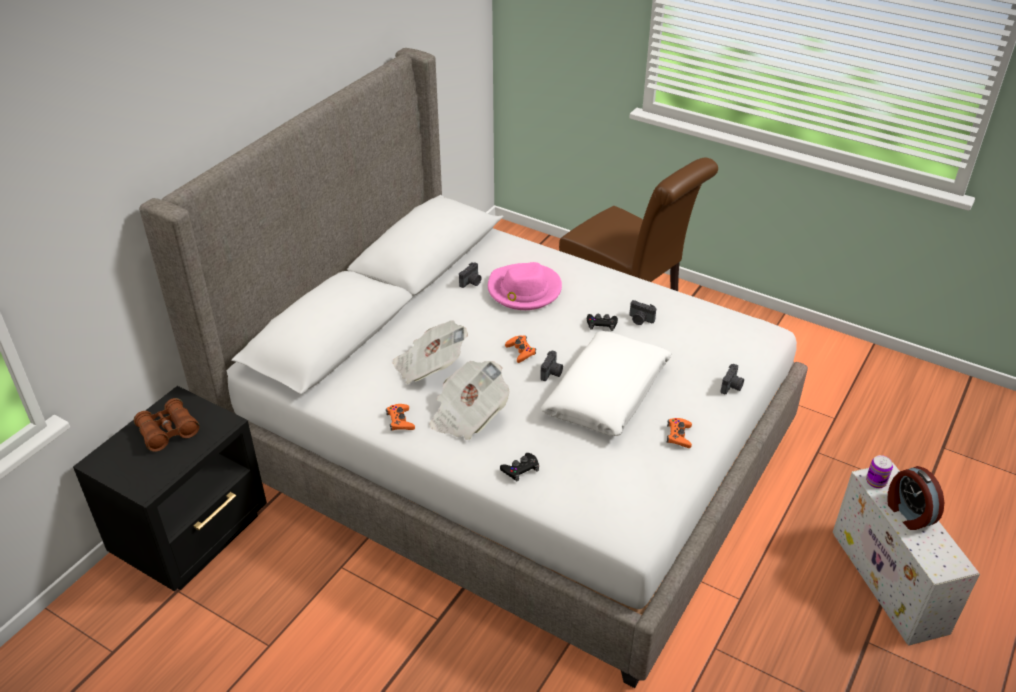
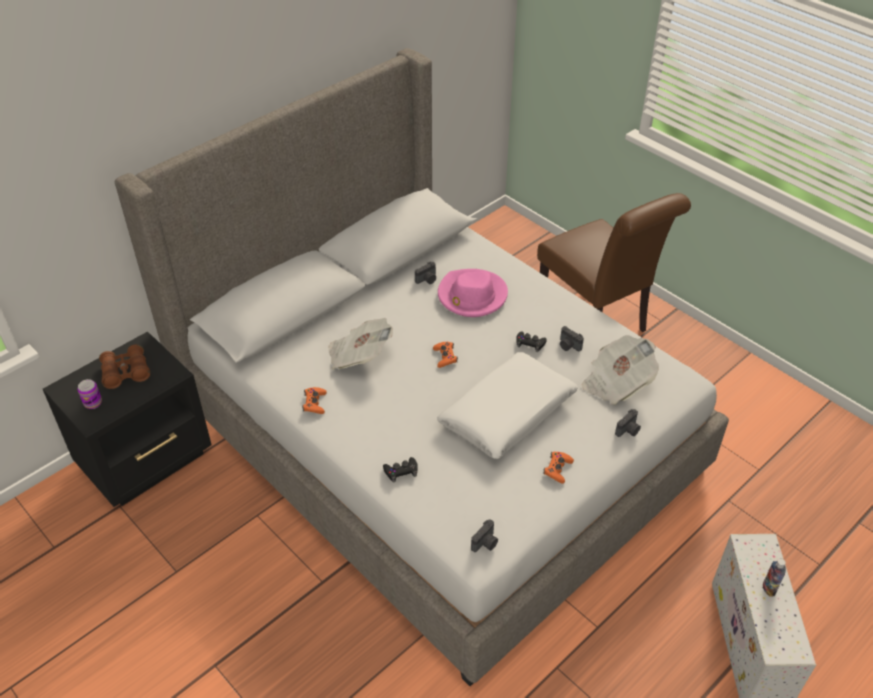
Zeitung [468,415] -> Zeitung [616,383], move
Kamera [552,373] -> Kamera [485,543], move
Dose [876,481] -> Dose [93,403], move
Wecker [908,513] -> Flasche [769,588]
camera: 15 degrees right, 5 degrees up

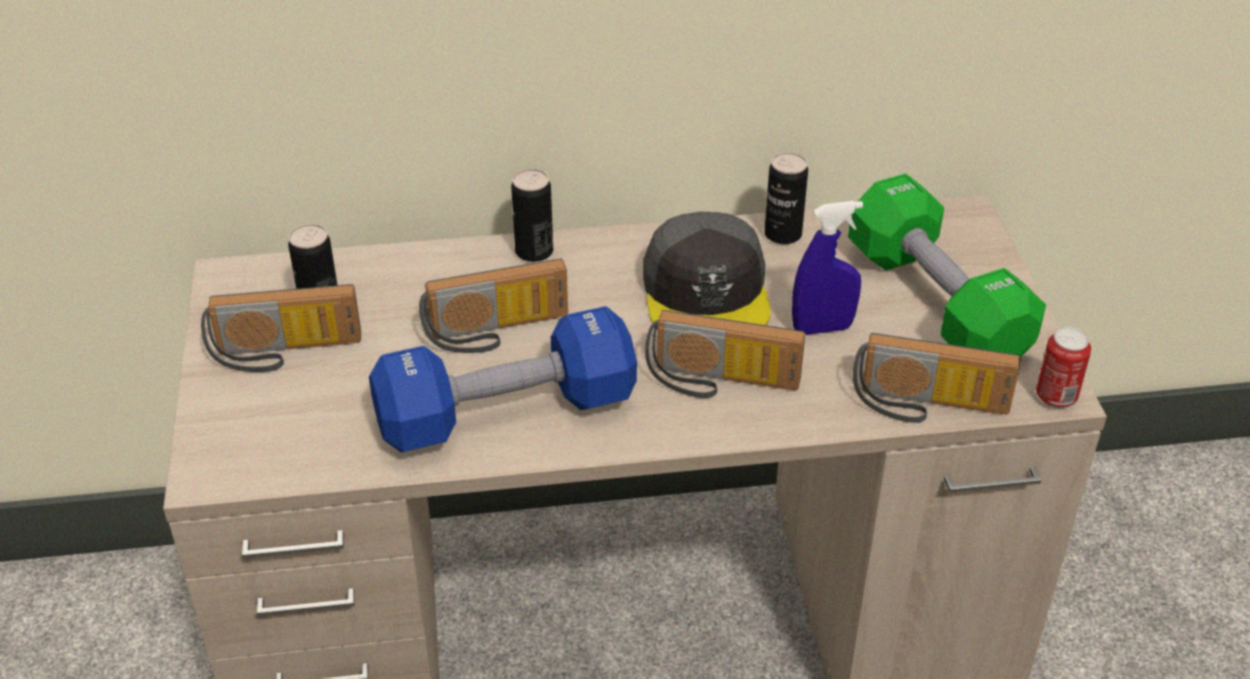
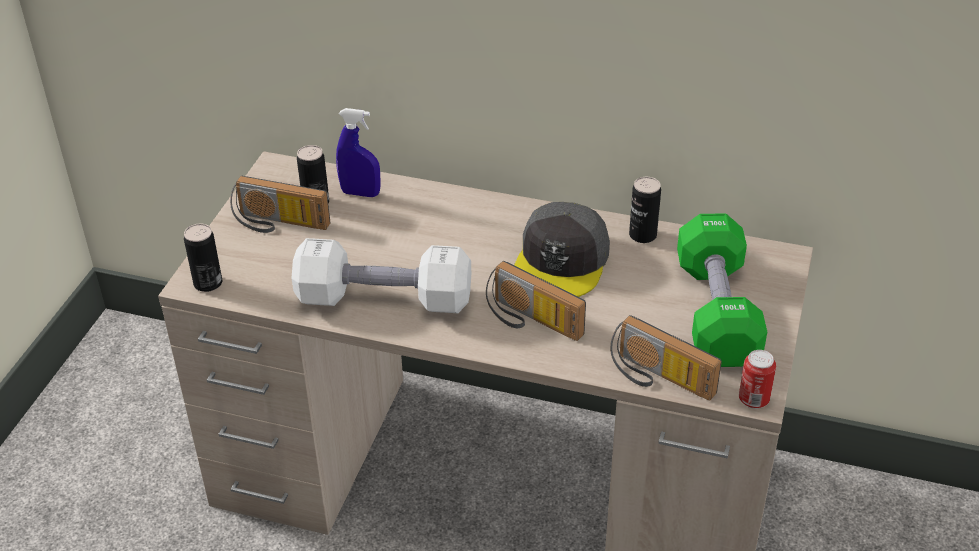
Radio [497,332] -> none
Dose [534,251] -> Dose [208,283], move
Sprühflasche/blau [822,328] -> Sprühflasche/blau [360,193], move
Hantel/blau [506,413] -> Hantel/weiß [384,299]
camera: 25 degrees right, 0 degrees up

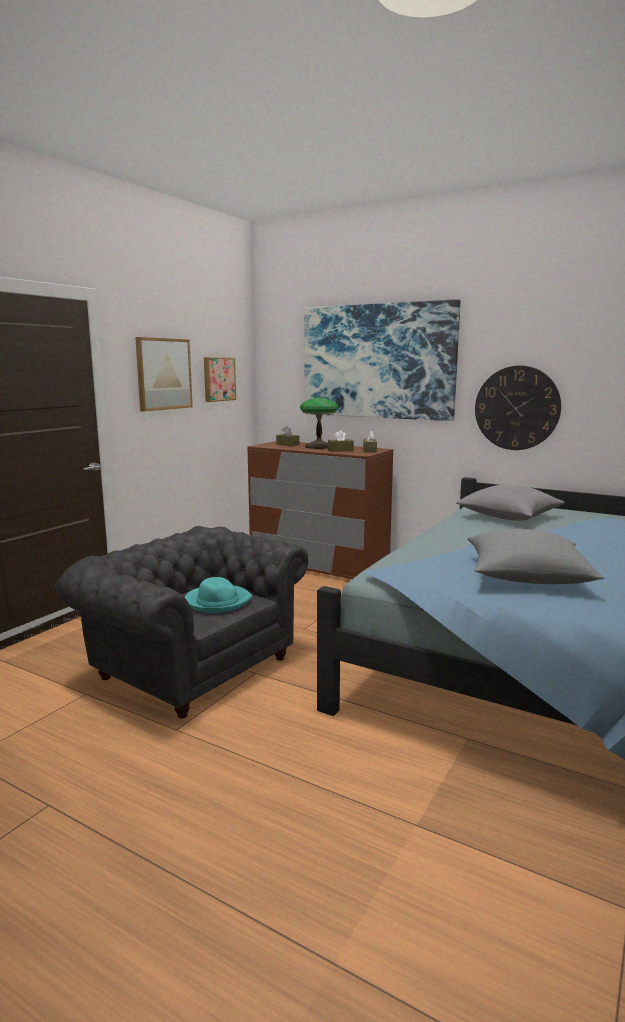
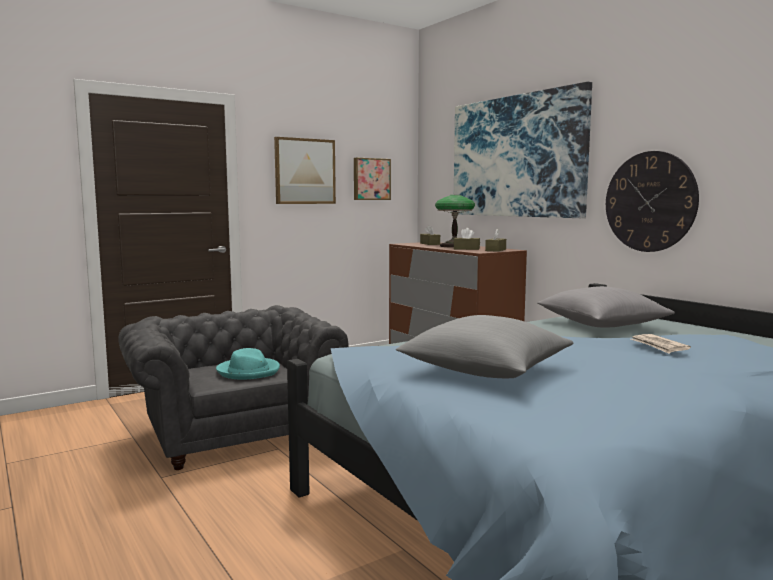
none -> Zeitung [659,346]
camera: 25 degrees right, 5 degrees down

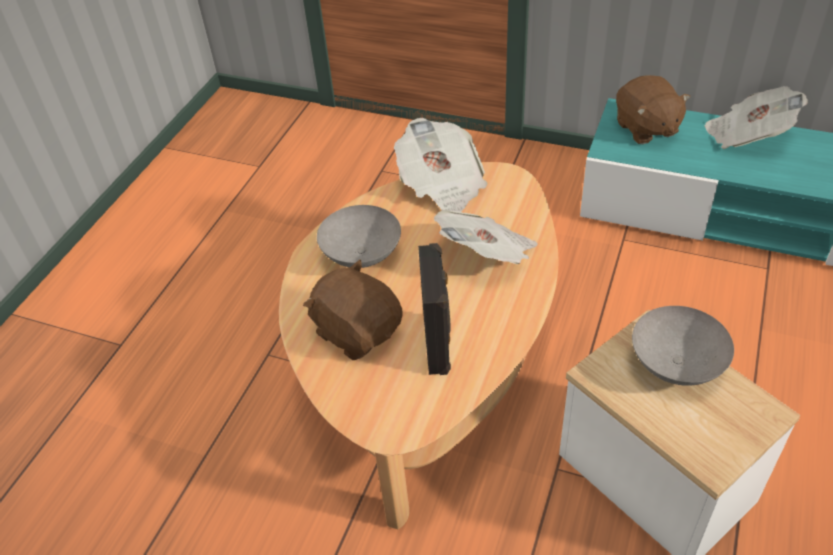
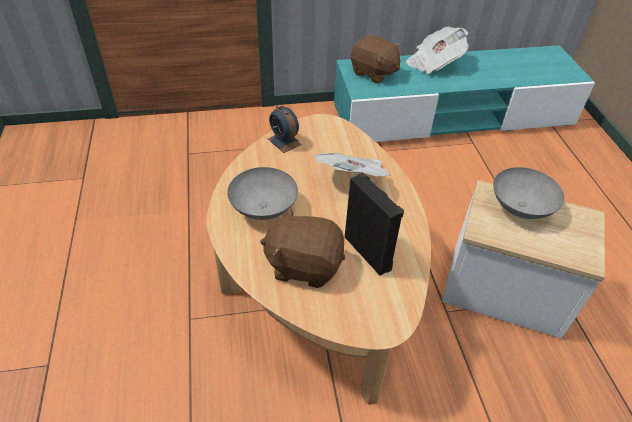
Zeitung [442,185] -> Wecker [284,141]
camera: 35 degrees left, 0 degrees up

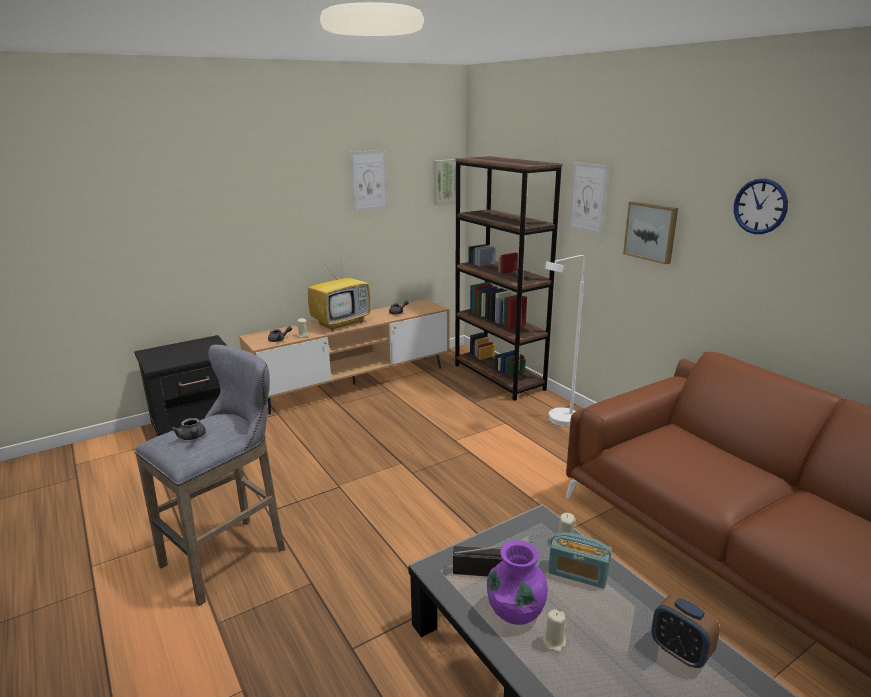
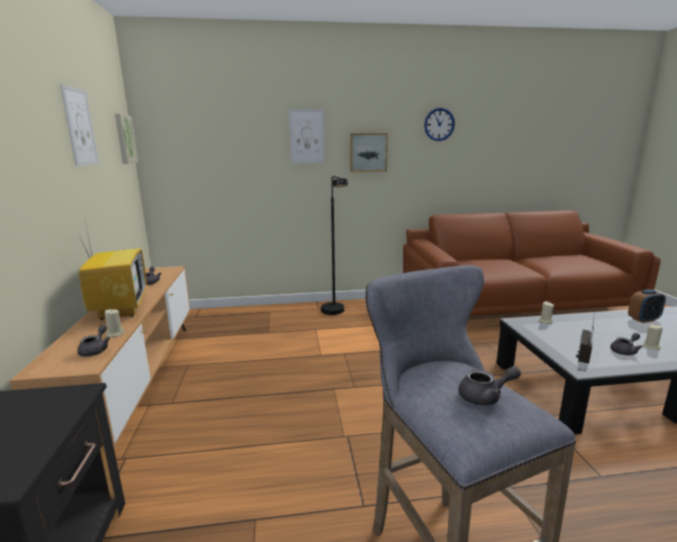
Bücherregal/braun [499,377] -> none
Radio [578,573] -> none
Vase/lila [515,611] -> Teekanne/grau [625,351]
Stehlampe/weiß [558,422] -> Stehlampe/schwarz [335,312]
camera: 65 degrees left, 5 degrees down

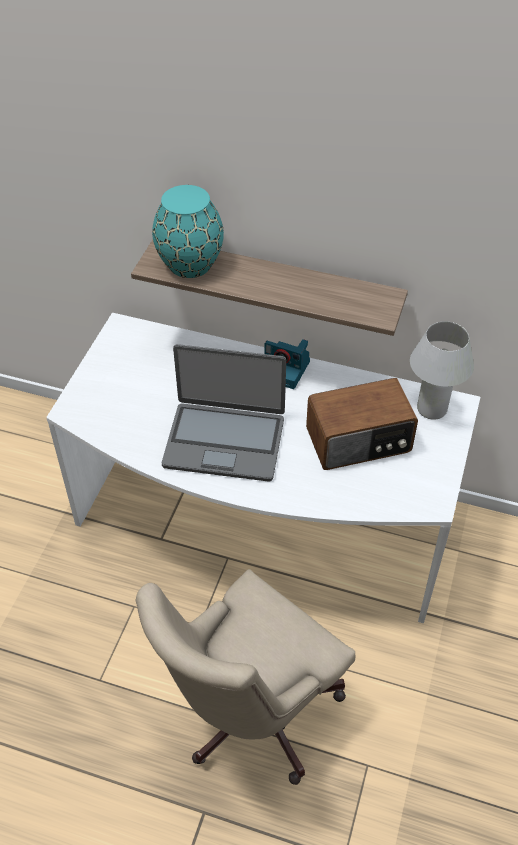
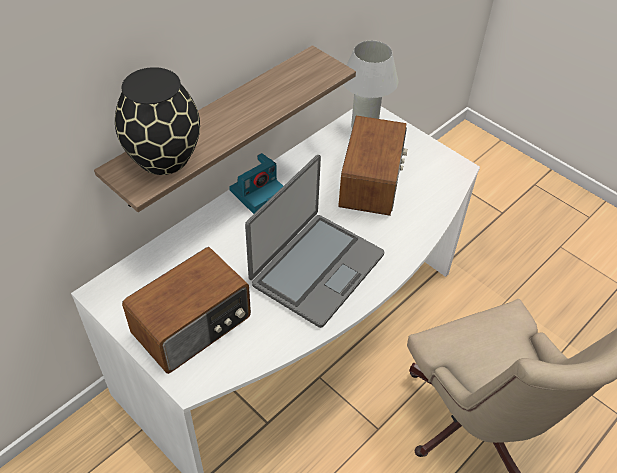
none -> Radio [193,326]
Vase/türkis [191,264] -> Vase/schwarz [164,157]
camera: 65 degrees left, 0 degrees up

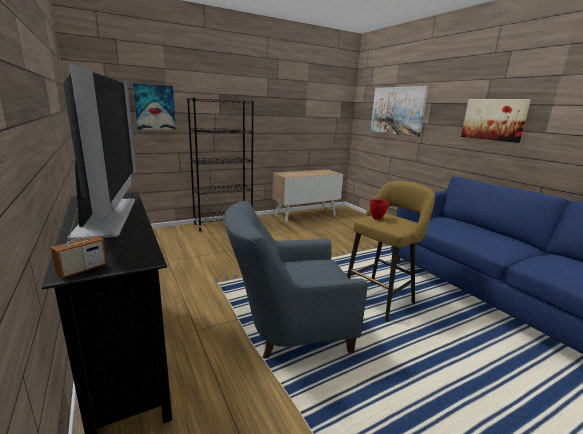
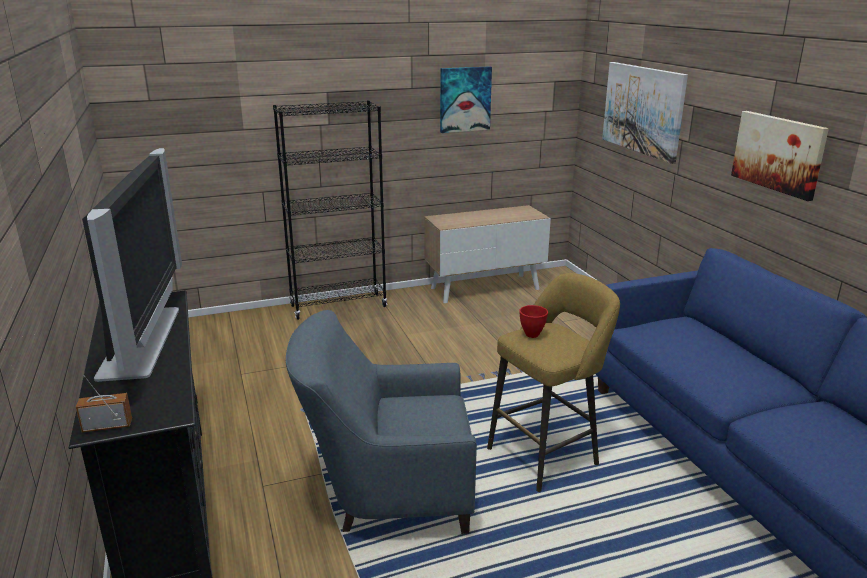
Bild [155,107] -> Bild [465,99], move
Radio [82,269] -> Radio [107,426], 150 degrees counterclockwise
camera: 10 degrees right, 5 degrees up

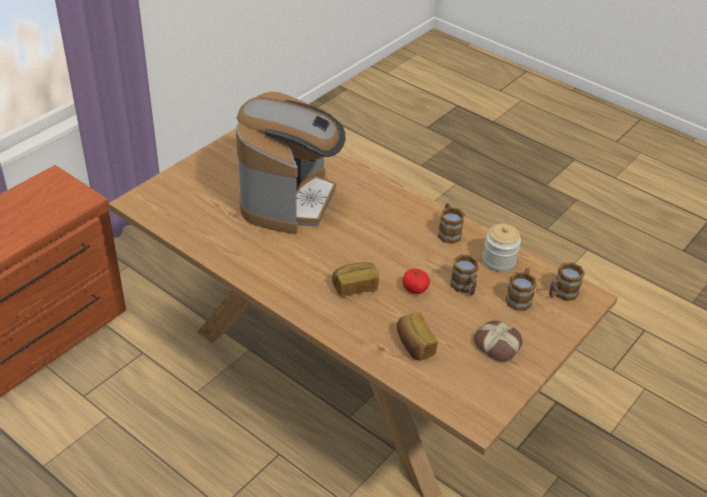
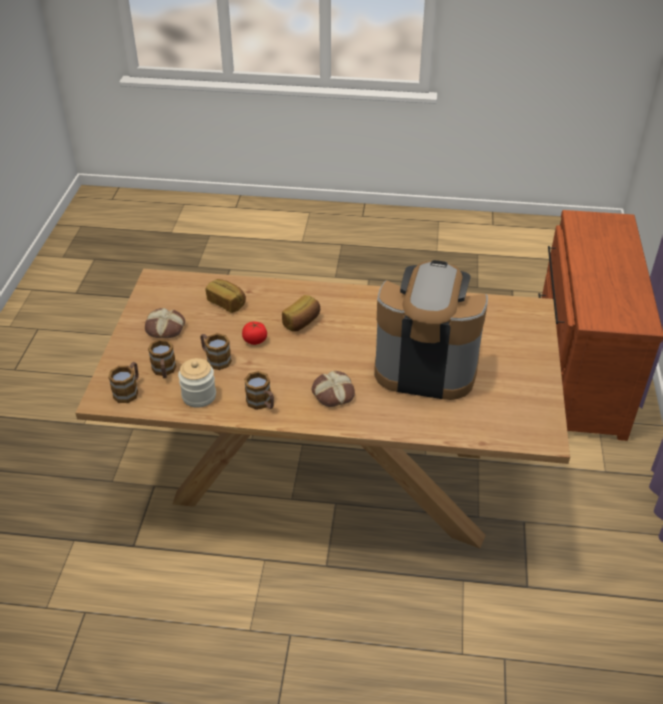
none -> Brot [332,393]
Kaffeemaschine [289,200] -> Kaffeemaschine [425,366], 120 degrees clockwise
camera: 150 degrees right, 0 degrees up

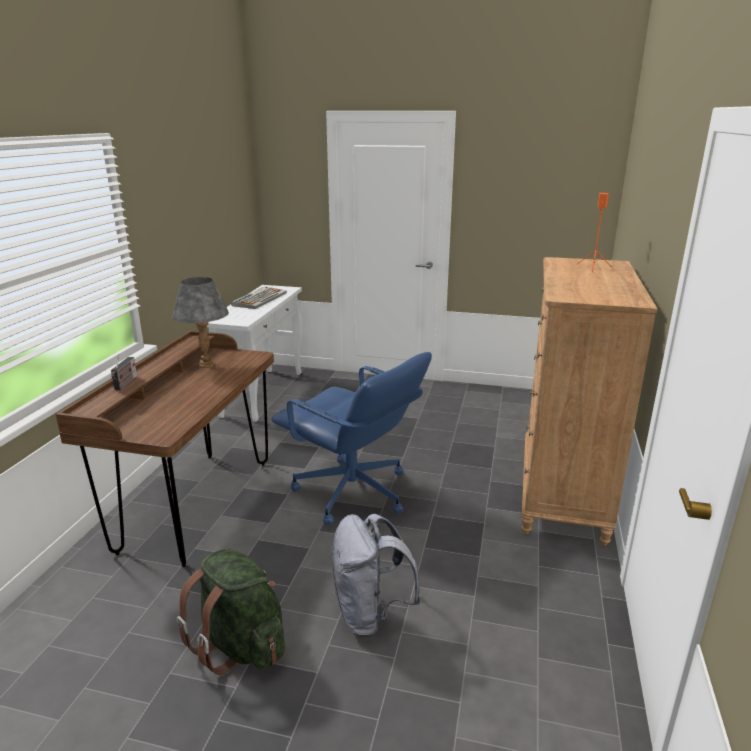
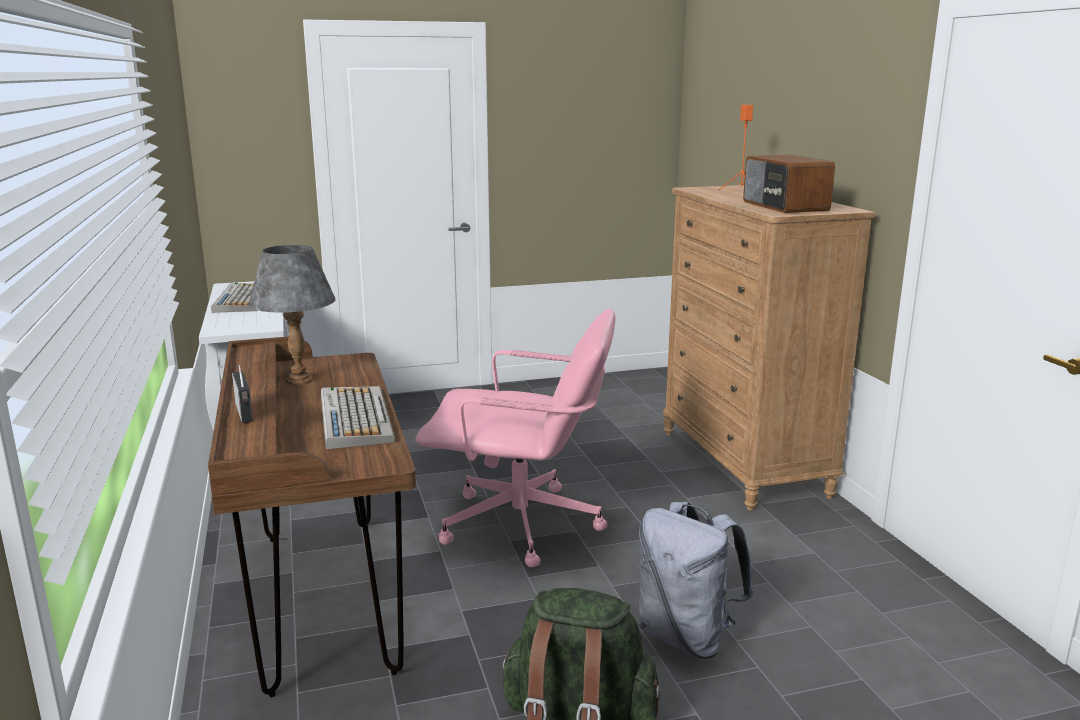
none -> Tastatur [354,418]
none -> Radio [784,206]
Bürostuhl/blau [353,493] -> Bürostuhl/rosa [522,526]
camera: 30 degrees left, 5 degrees down

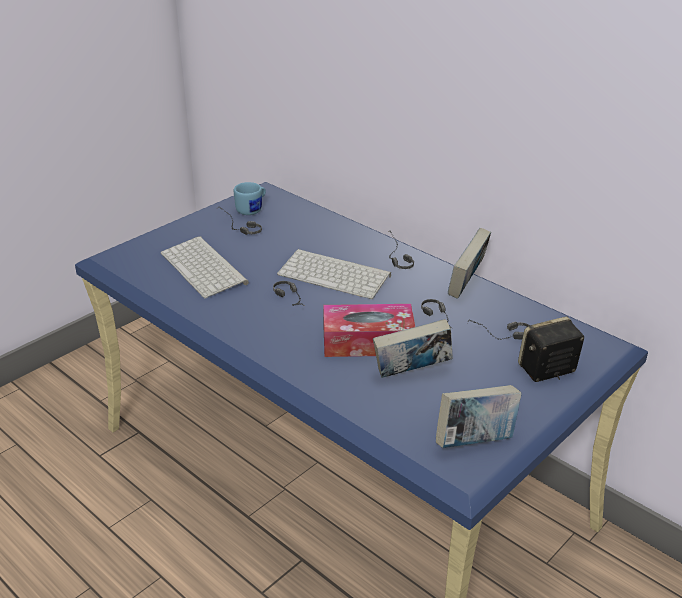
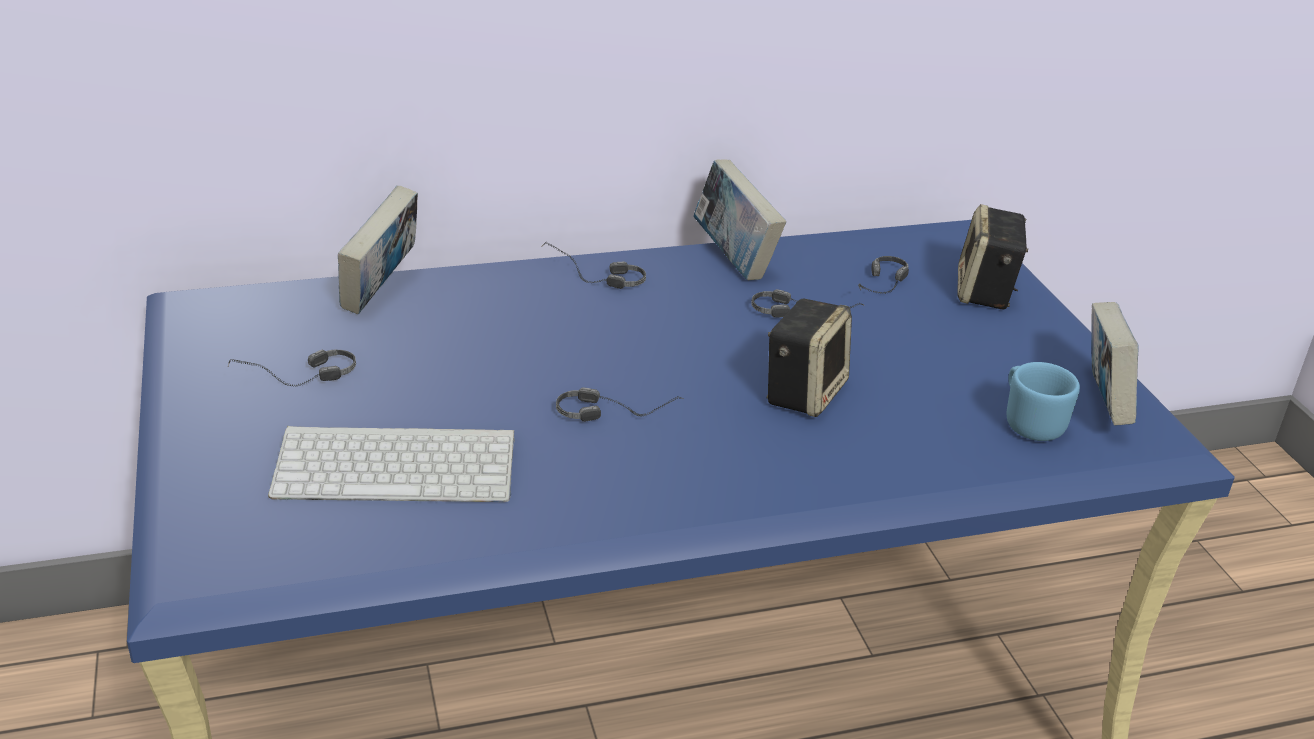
Tastatur [336,274] -> none
Henkelbecher/blau [252,209] -> Henkelbecher/blau [1029,422], move
Buch [411,373] -> Buch [381,291], move
Taschentuchbox [368,342] -> Lautsprecher [804,392]
camera: 60 degrees left, 0 degrees up

